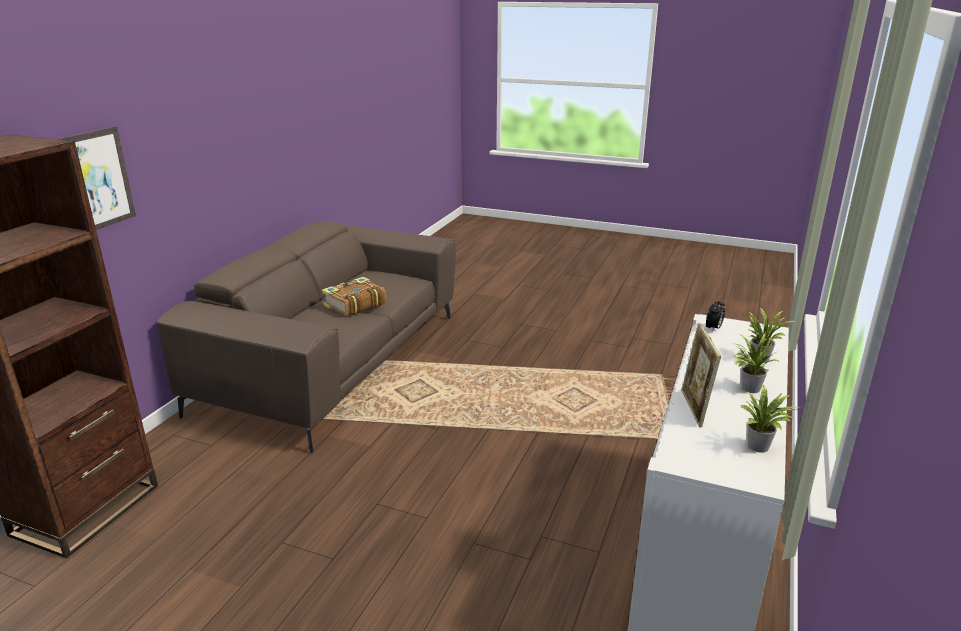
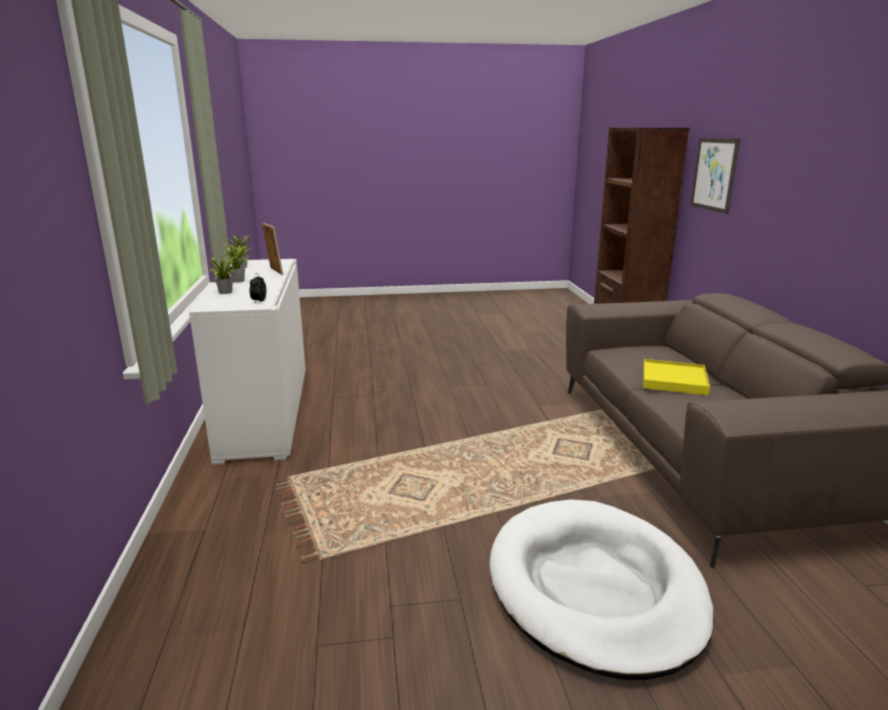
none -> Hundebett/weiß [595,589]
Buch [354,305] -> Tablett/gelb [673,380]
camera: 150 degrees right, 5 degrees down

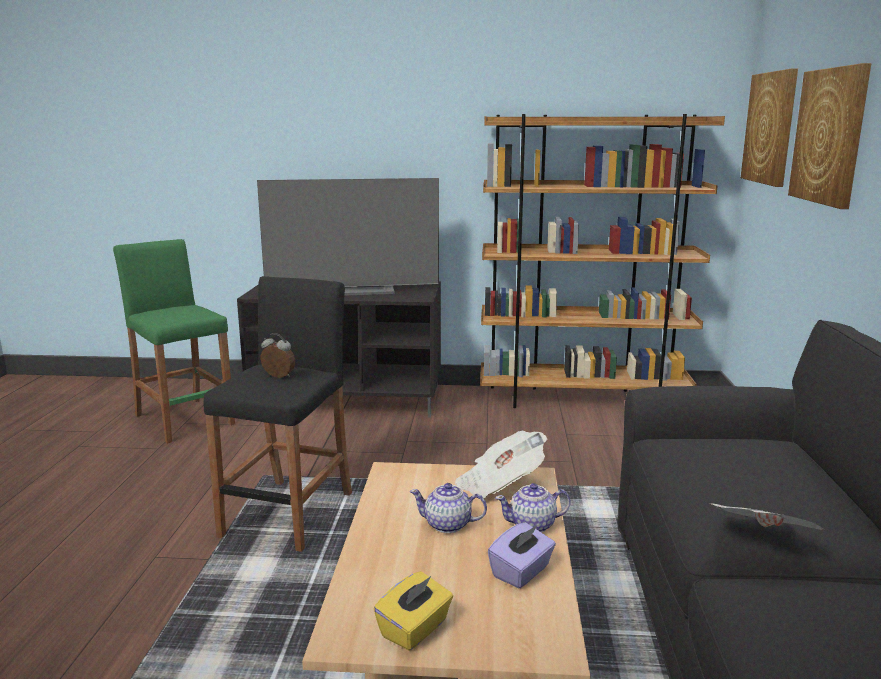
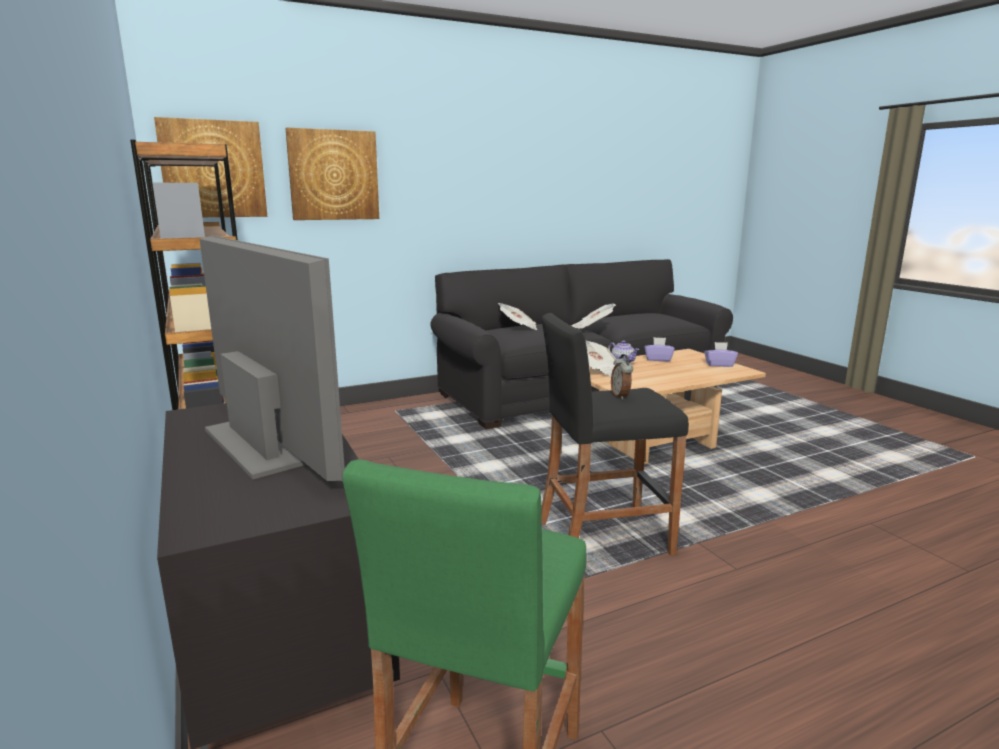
Teekanne [448,525] -> none
none -> Zeitung [518,327]
Taschentuchbox/gelb [415,629] -> Taschentuchbox/lila [719,364]
camera: 120 degrees left, 0 degrees up

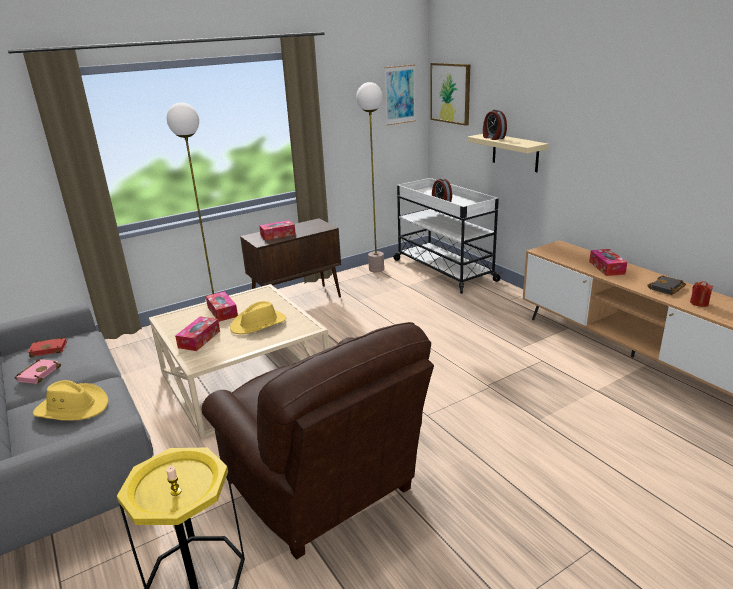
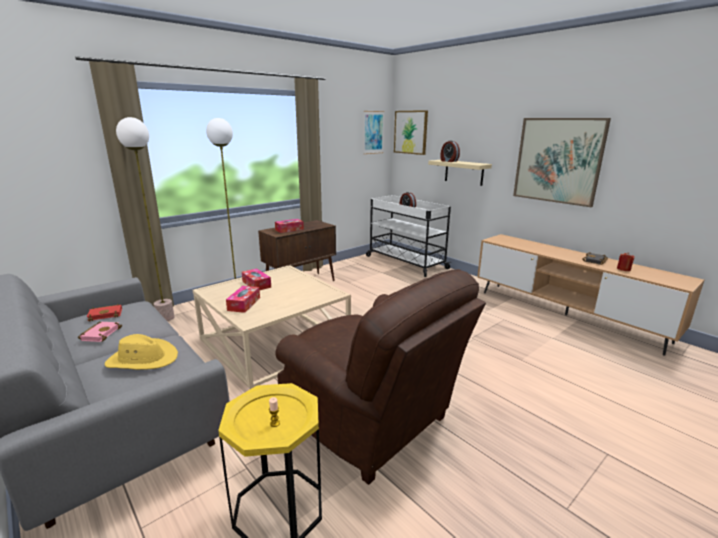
Hut/gelb [259,324] -> none
Taschentuchbox [606,268] -> none
none -> Bild [558,160]
Stehlampe [376,269] -> Stehlampe [165,318], move
camera: 10 degrees left, 5 degrees down

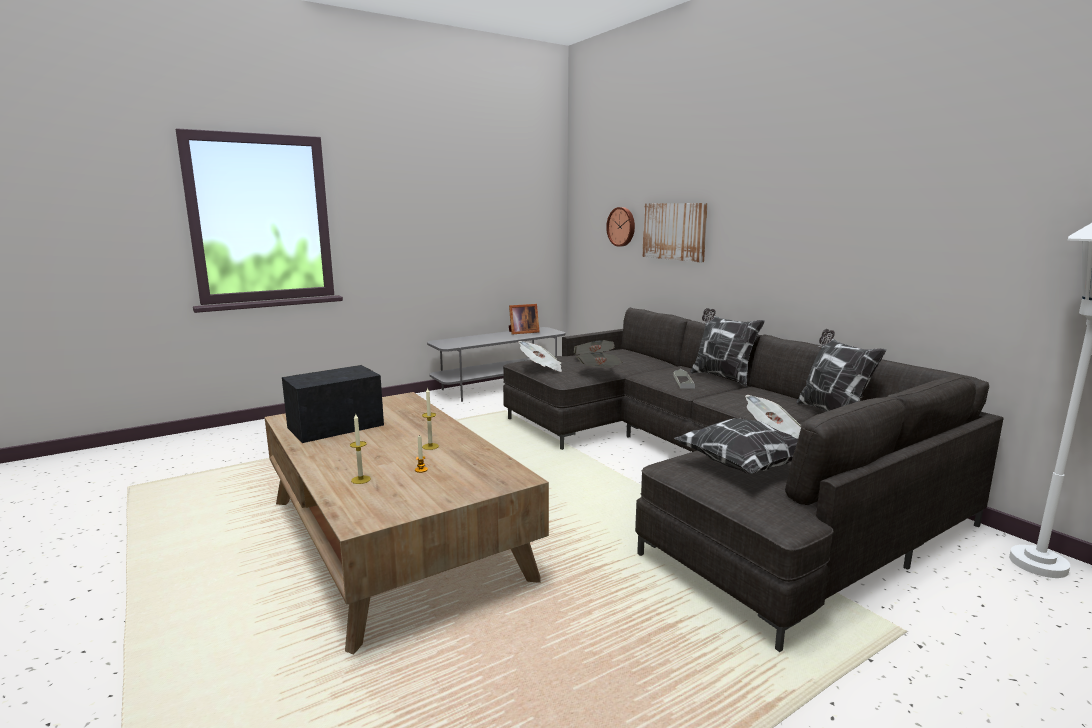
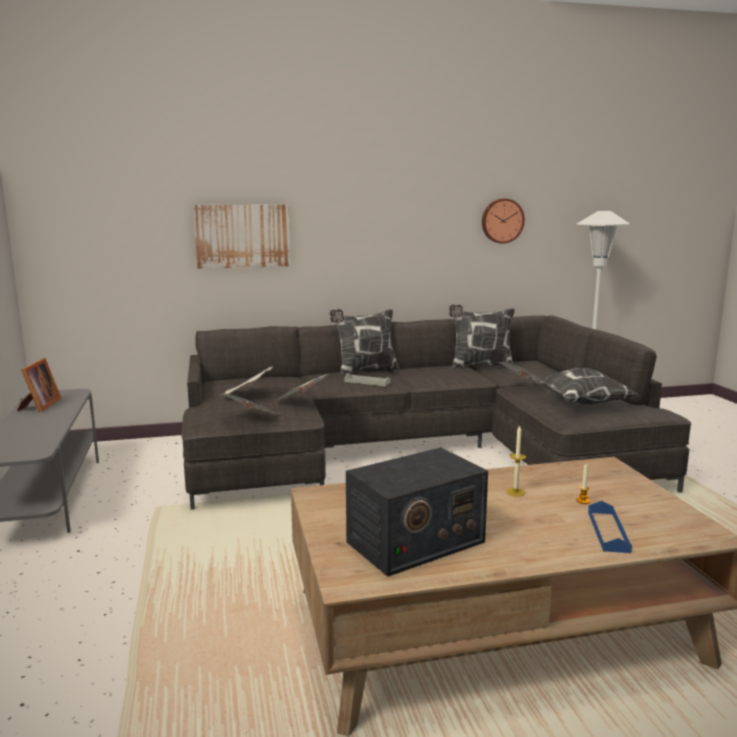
Wanduhr [622,226] -> Wanduhr [502,221], move
Kerze [361,479] -> Tablett/blau [608,531]
Radio [336,426] -> Radio [415,542], 105 degrees counterclockwise
camera: 70 degrees left, 0 degrees up

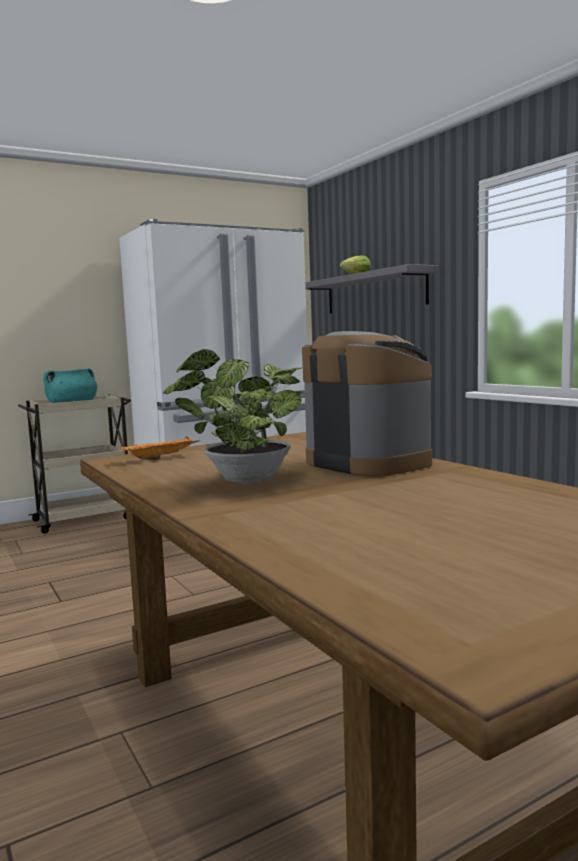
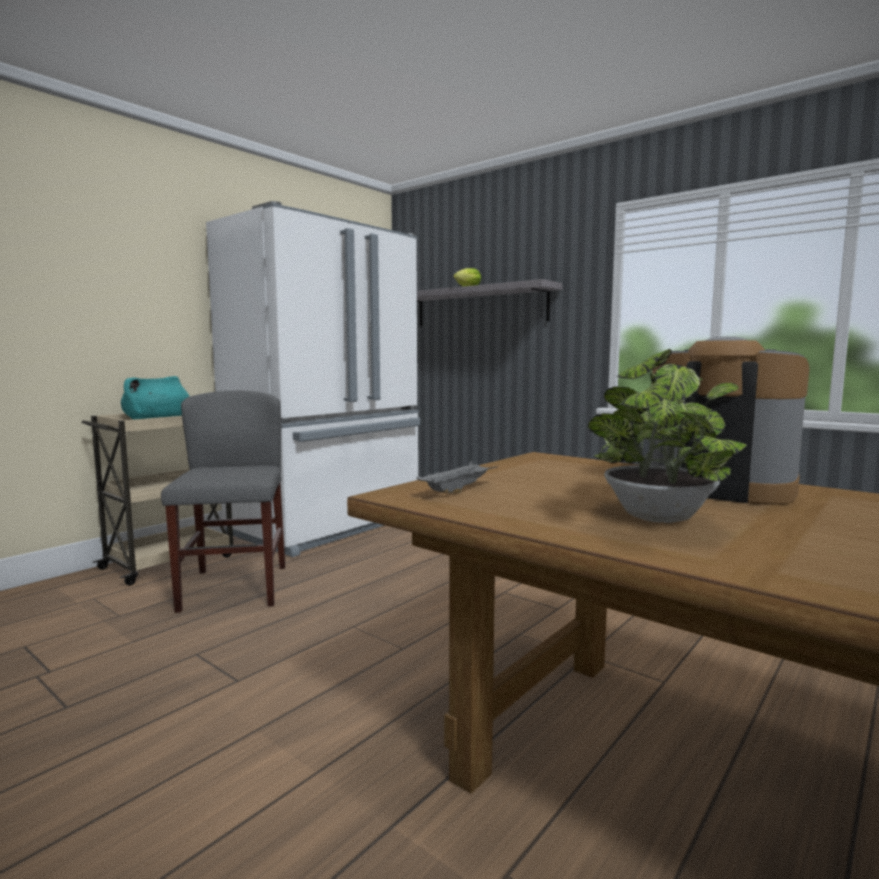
none -> Stuhl/grau [234,588]
Tablett/orange [161,458] -> Tablett/grau [458,490]
camera: 20 degrees left, 0 degrees up

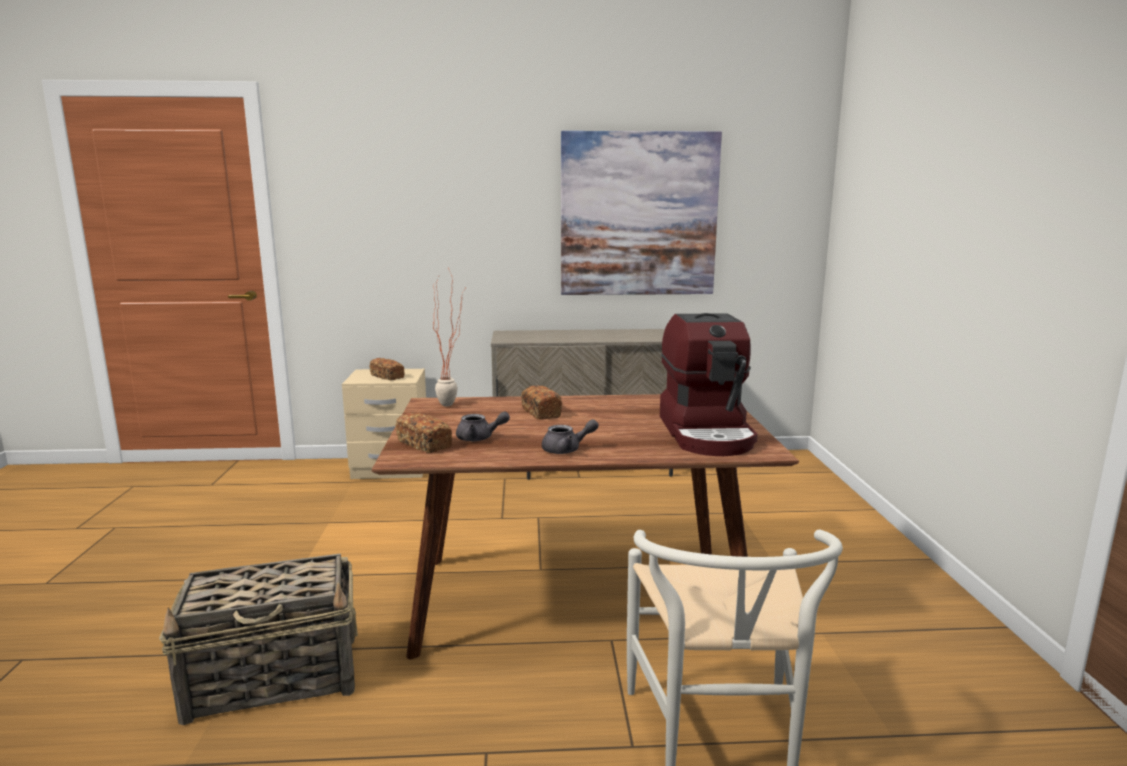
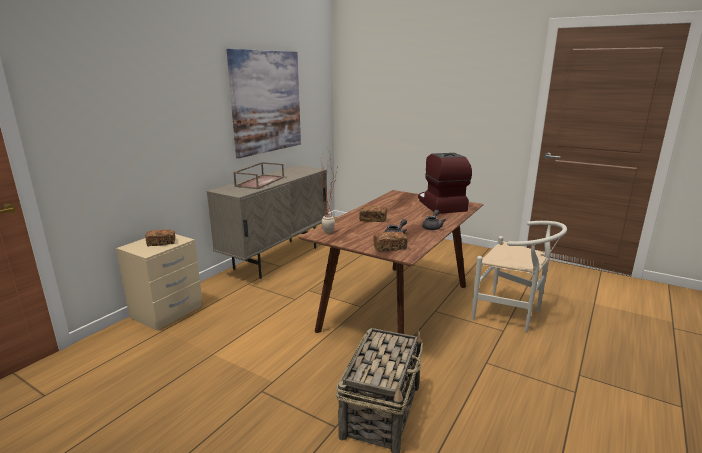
none -> Tablett/braun [260,181]
Kaffeemaschine [707,433] -> Kaffeemaschine [440,205], 135 degrees counterclockwise
camera: 55 degrees left, 5 degrees up

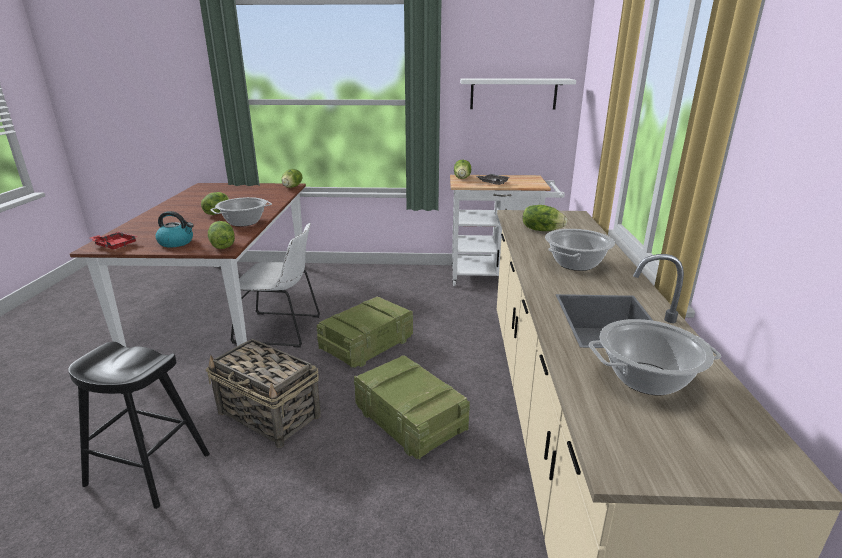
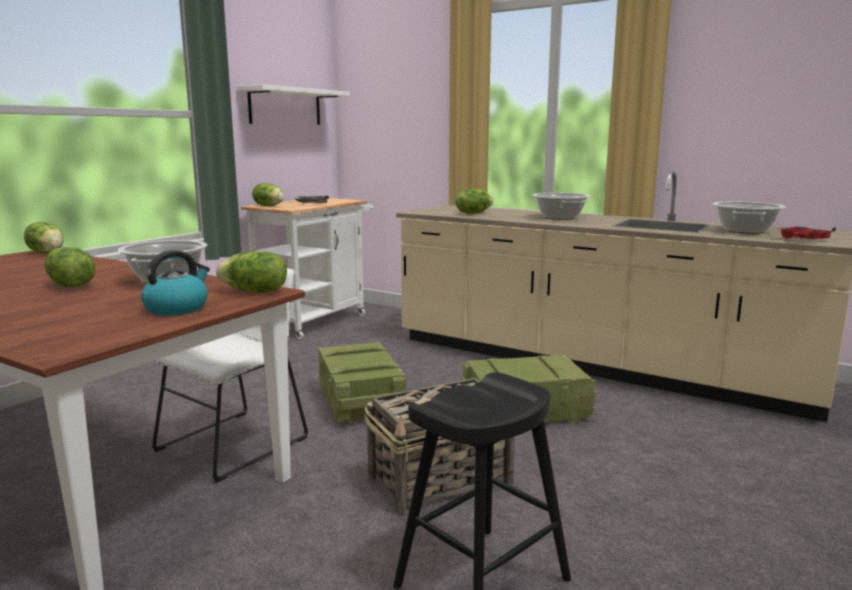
Tablett/rot [115,245] -> Tablett/rot [803,240], move
camera: 60 degrees left, 10 degrees down

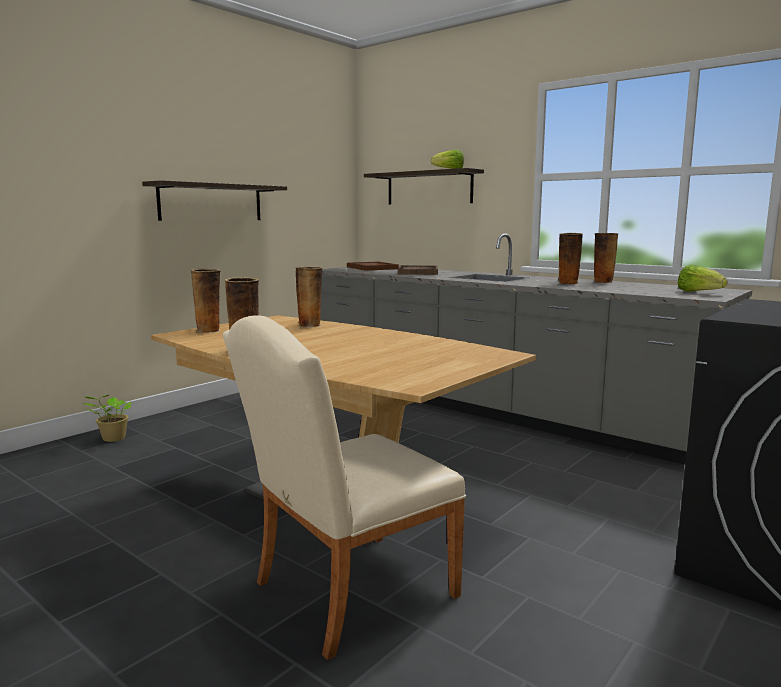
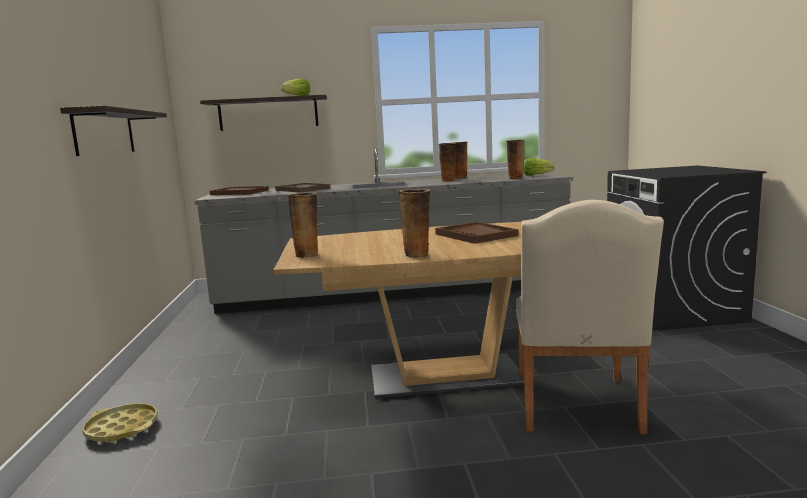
none -> Tablett/braun [476,235]
Vase [310,325] -> Vase [515,179], move
Topfpflanze [112,439] -> Tablett/gelb [122,428]
camera: 45 degrees left, 0 degrees up

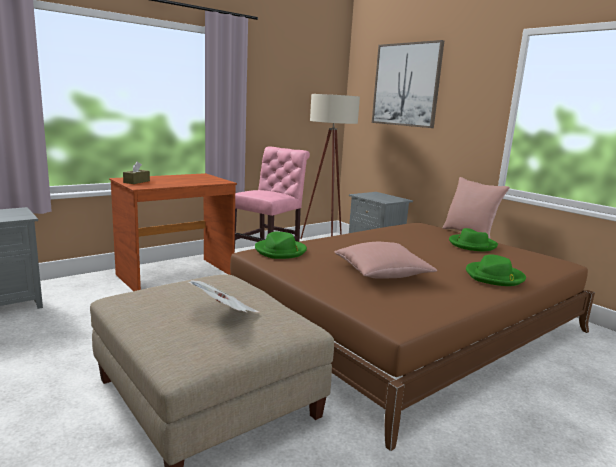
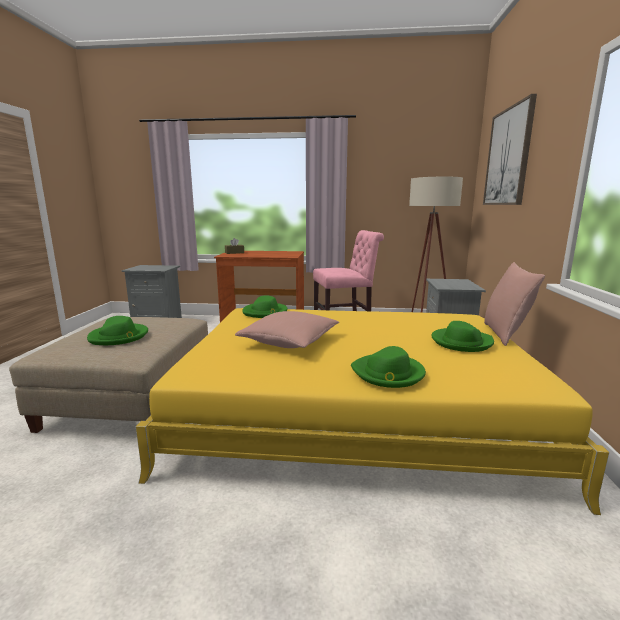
Zeitung [224,314] -> Hut/grün [119,337]
Bett/braun [405,324] -> Bett/gelb [353,409]
camera: 45 degrees right, 0 degrees up

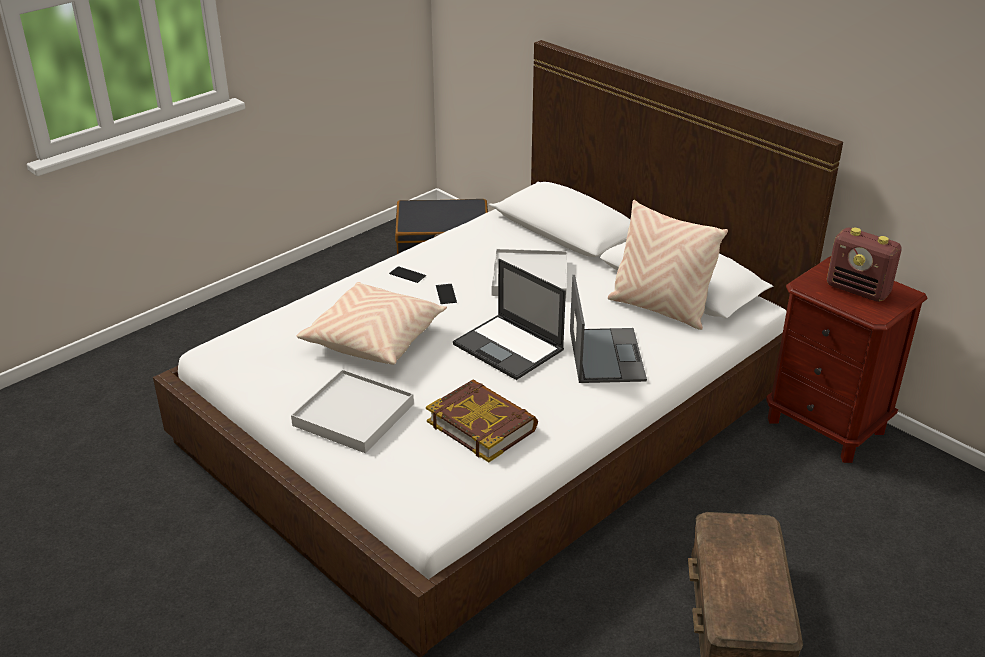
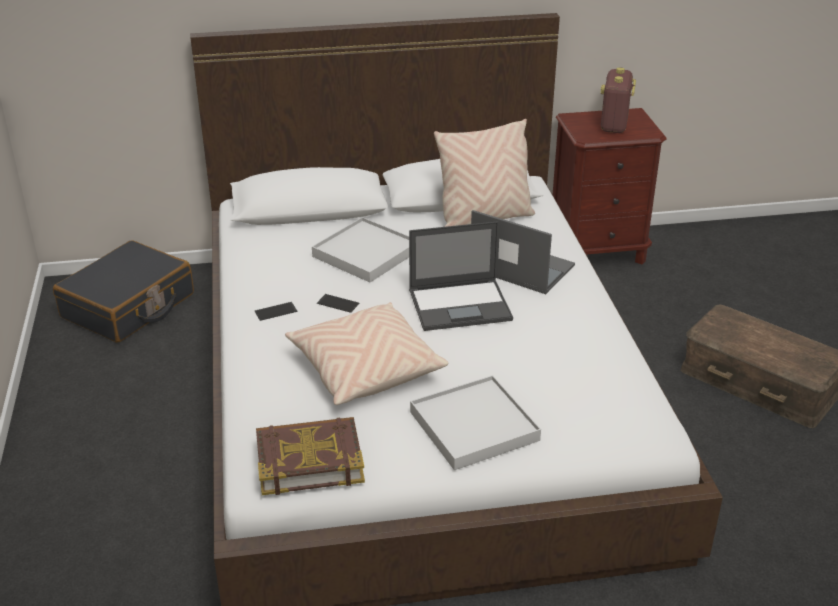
Buch [482,425] -> Buch [309,461], move
Radio [858,290] -> Radio [614,124], 120 degrees clockwise
camera: 55 degrees left, 0 degrees up

